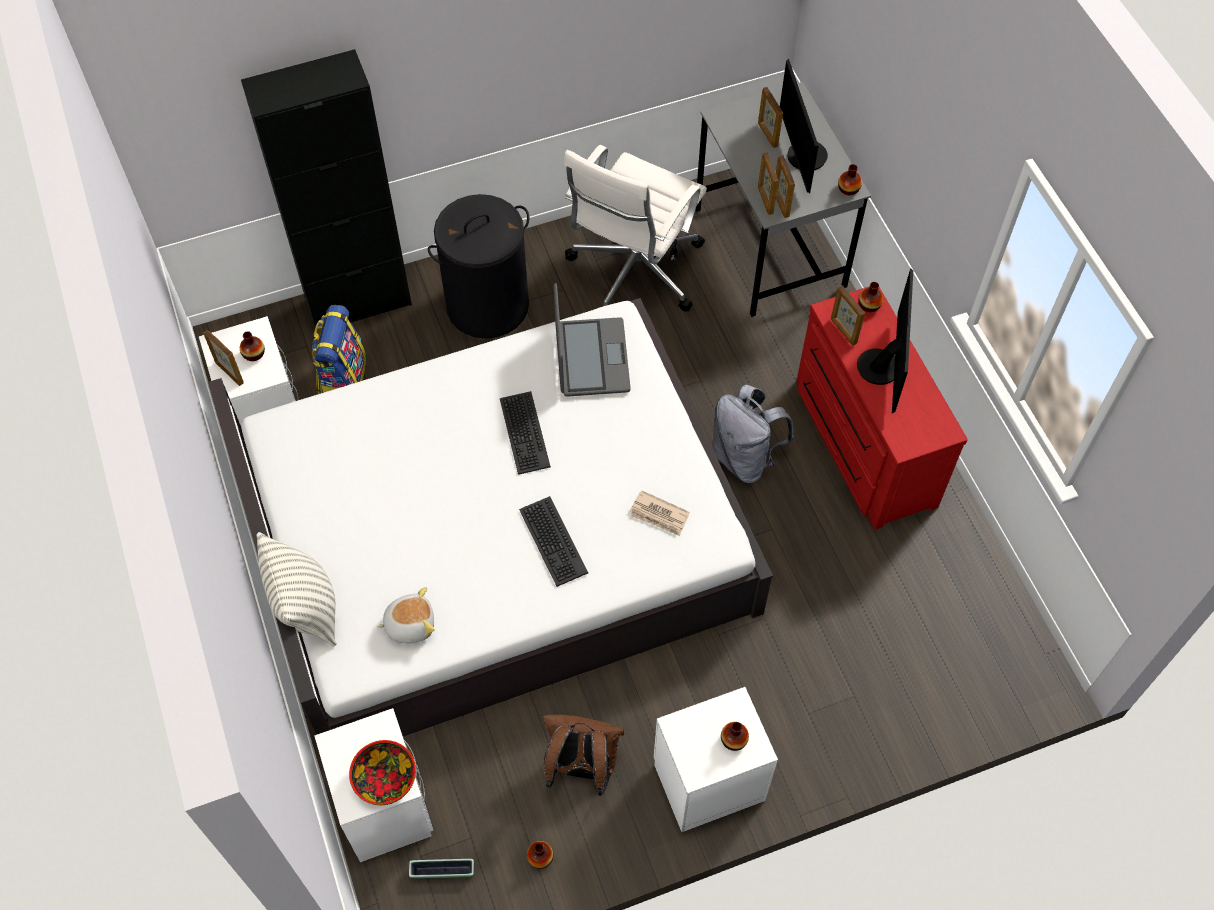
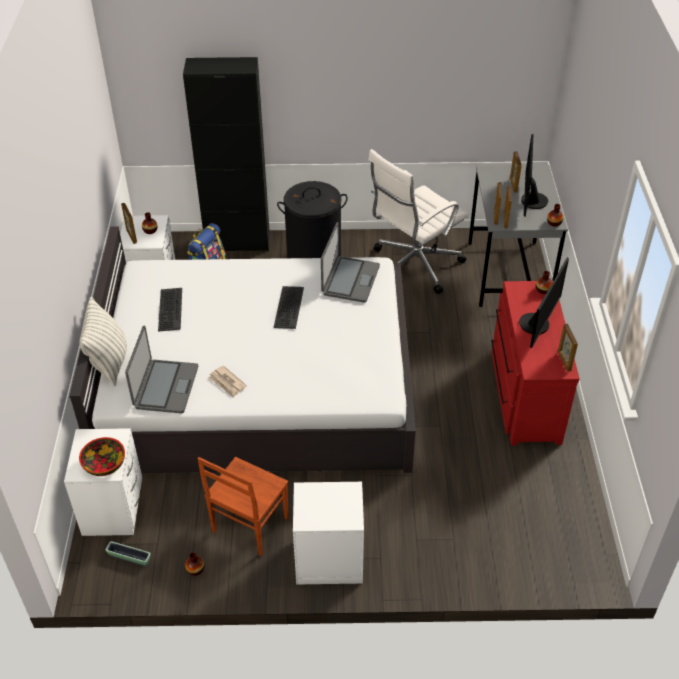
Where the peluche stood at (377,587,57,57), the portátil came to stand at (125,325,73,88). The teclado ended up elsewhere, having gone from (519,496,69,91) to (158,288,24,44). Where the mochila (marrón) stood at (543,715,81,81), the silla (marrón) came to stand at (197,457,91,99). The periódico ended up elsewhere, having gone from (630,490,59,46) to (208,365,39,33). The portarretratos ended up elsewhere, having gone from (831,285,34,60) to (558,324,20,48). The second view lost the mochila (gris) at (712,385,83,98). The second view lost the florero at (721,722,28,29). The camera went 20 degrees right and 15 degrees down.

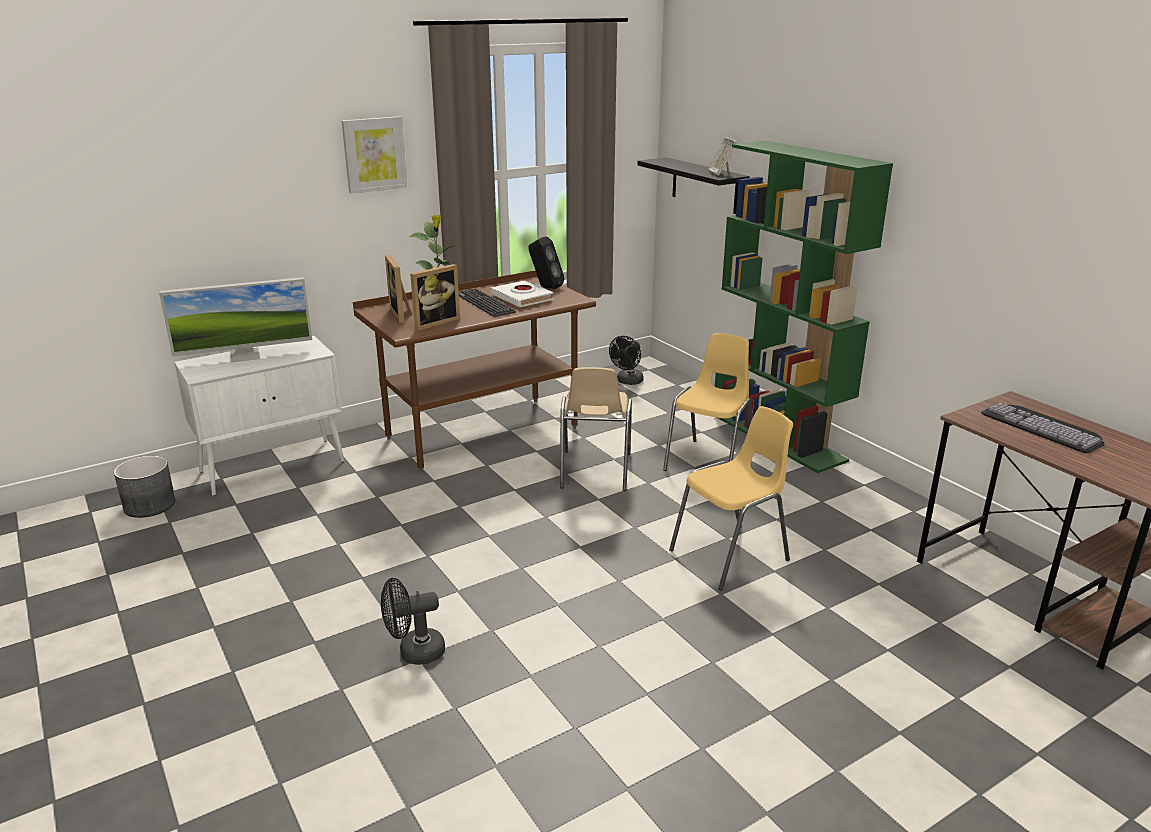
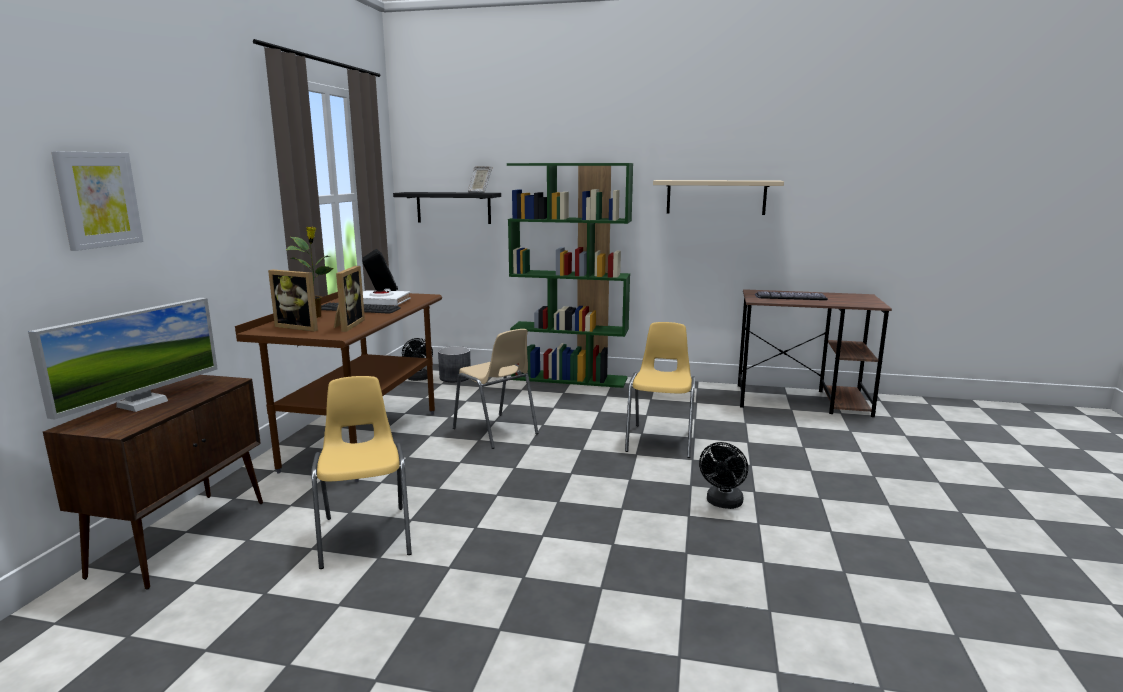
What was the armario (blanco) at (174,336,171,160) turned into the armario (marrón) at (43,375,220,215). The cuadro ended up elsewhere, having gone from (342,116,65,78) to (51,151,93,100). The silla (amarillo) ended up elsewhere, having gone from (663,333,88,138) to (311,376,101,193). The maceta (gris) ended up elsewhere, having gone from (114,456,62,62) to (438,346,33,36). The second view gained the estante (beis) at (653,180,131,35). The ventilador (negro) ended up elsewhere, having gone from (381,578,64,87) to (699,442,49,67). The camera went 45 degrees left and 10 degrees down.

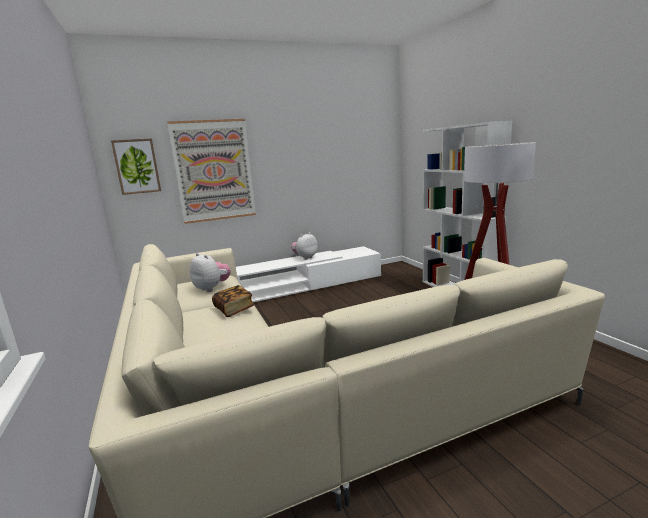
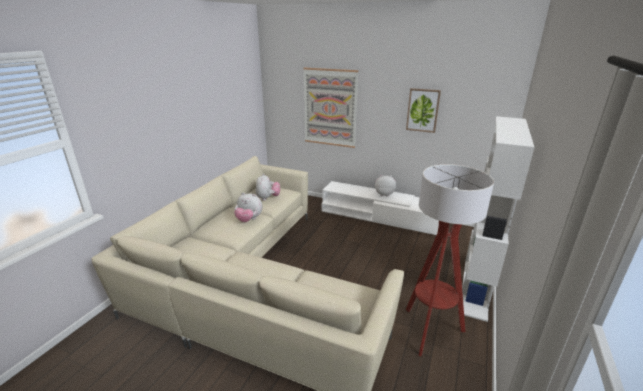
Where the libro stood at (212,285,43,32), the peluche came to stand at (234,193,28,29). The cuadro ended up elsewhere, having gone from (111,138,50,57) to (406,88,35,45). The camera went 45 degrees right and 10 degrees up.

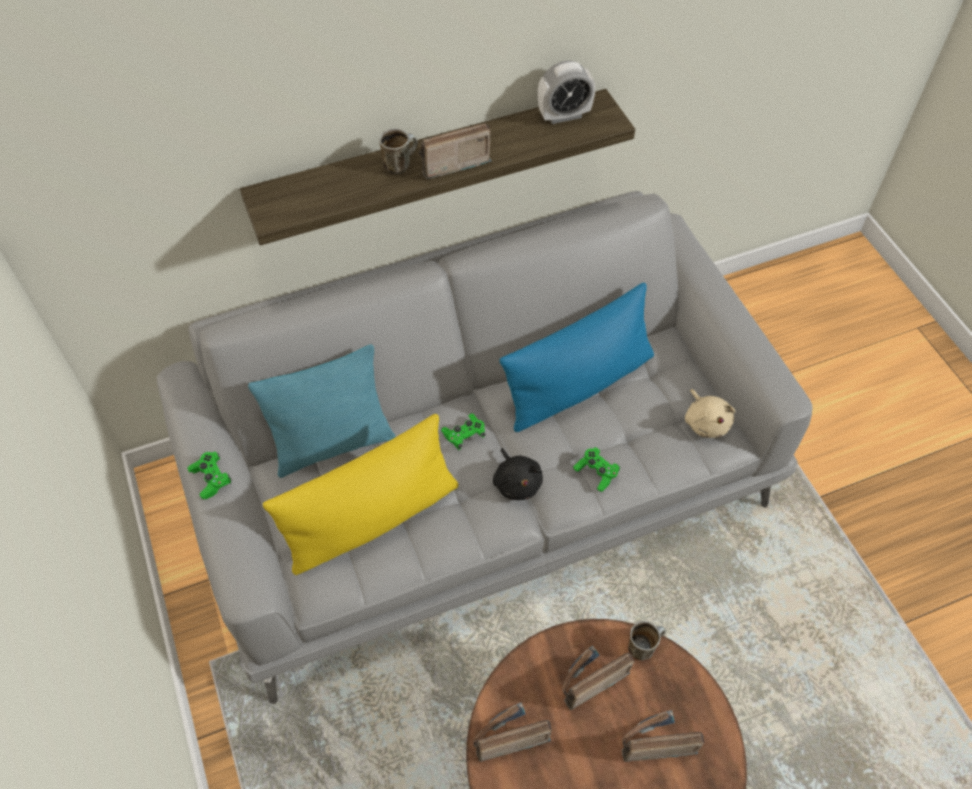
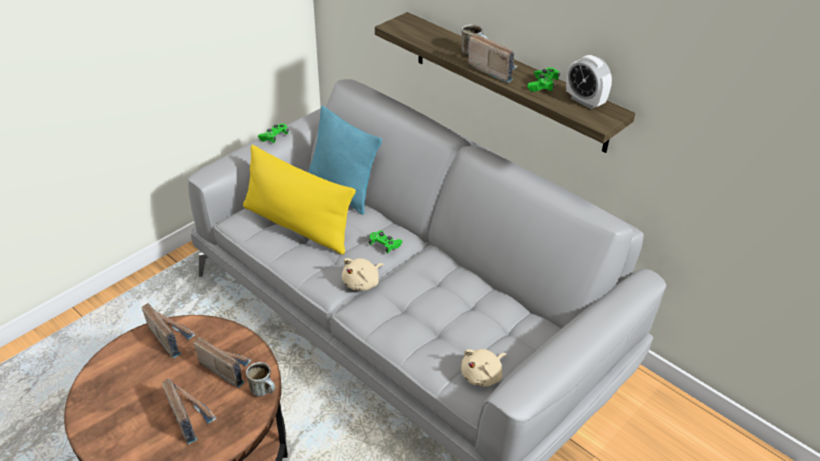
What was the peluche (negro) at (493,448,50,52) turned into the peluche (beis) at (342,258,42,33). The mando de consola (verde) ended up elsewhere, having gone from (573,447,47,45) to (527,67,33,25). The second view lost the cojín (azul) at (499,283,155,149). The camera went 65 degrees right and 15 degrees down.

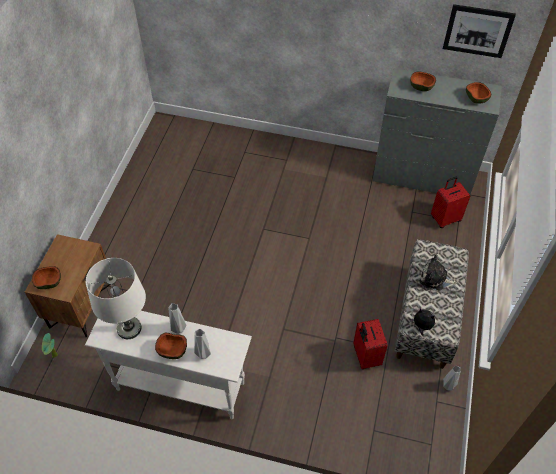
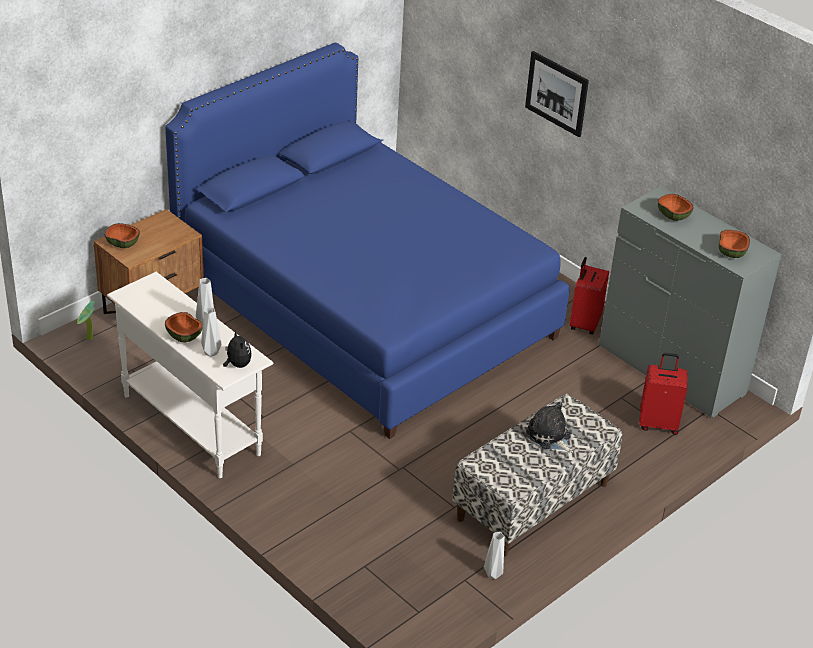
The second view gained the cama (azul) at (165,43,405,396). The peluche ended up elsewhere, having gone from (410,308,25,28) to (223,331,29,37). The cuadro ended up elsewhere, having gone from (443,4,73,54) to (525,51,64,86). The maleta (rojo) ended up elsewhere, having gone from (353,319,35,50) to (570,257,39,78). The second view lost the lámpara de mesa (blanco) at (86,258,60,81). The camera went 30 degrees right and 15 degrees down.

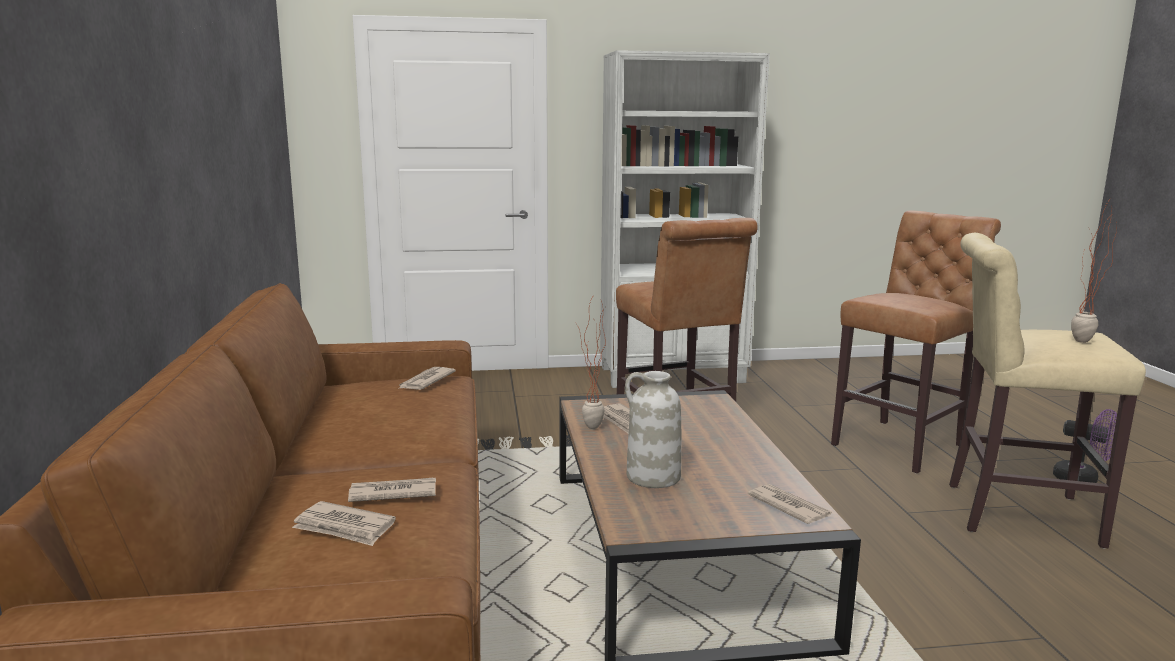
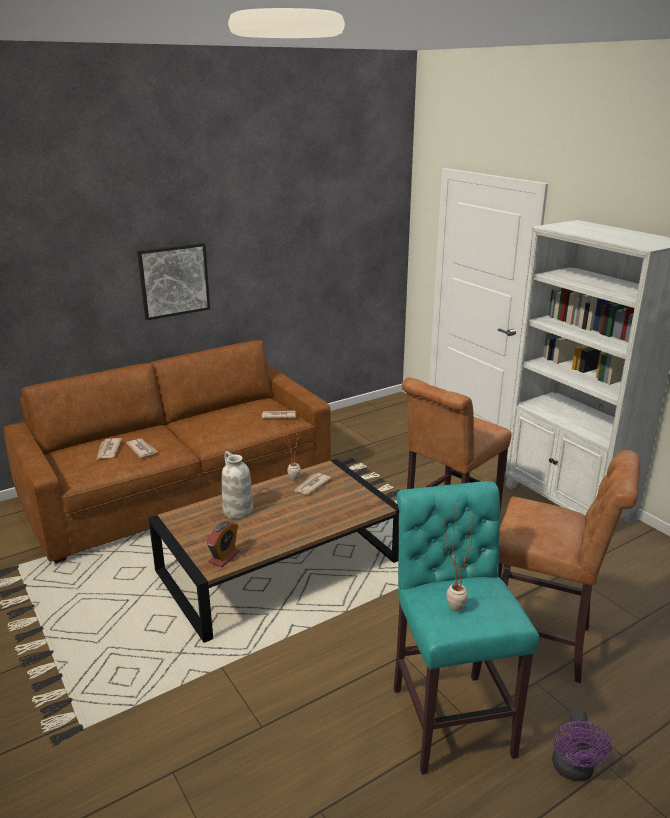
The second view gained the cuadro at (137,243,73,77). Where the periódico stood at (748,484,83,40), the despertador came to stand at (207,521,33,46). What was the taburete (beis) at (949,233,197,316) turned into the taburete (turquesa) at (394,481,145,294). The camera went 65 degrees right and 10 degrees up.

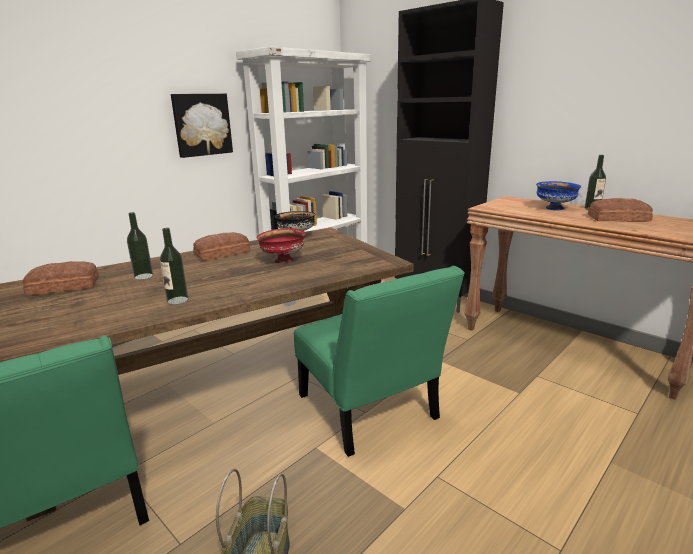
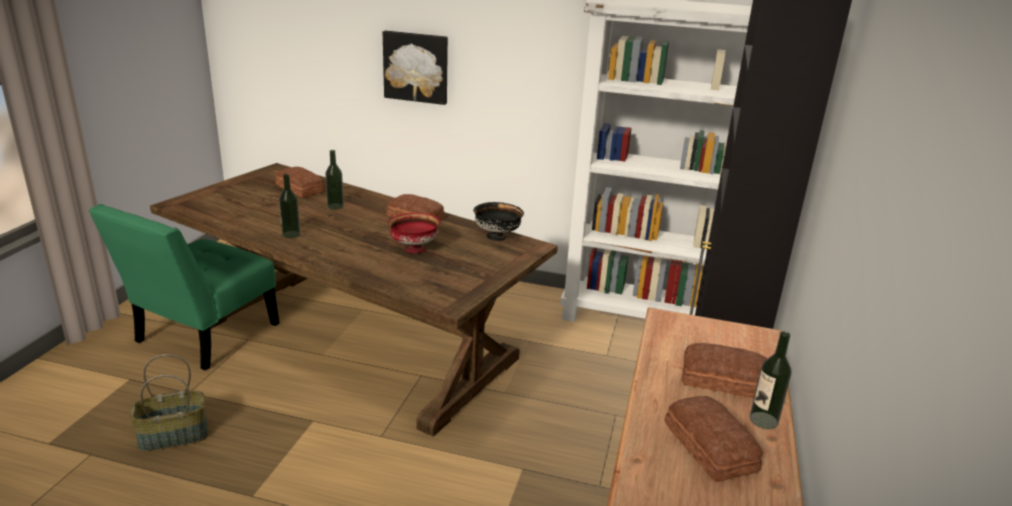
The cuadro ended up elsewhere, having gone from (171,94,62,64) to (383,31,65,74). Where the cuenco (azul) stood at (536,181,45,29), the pan came to stand at (682,343,86,55). The second view lost the silla (verde) at (294,266,171,191). The camera went 60 degrees right and 5 degrees up.

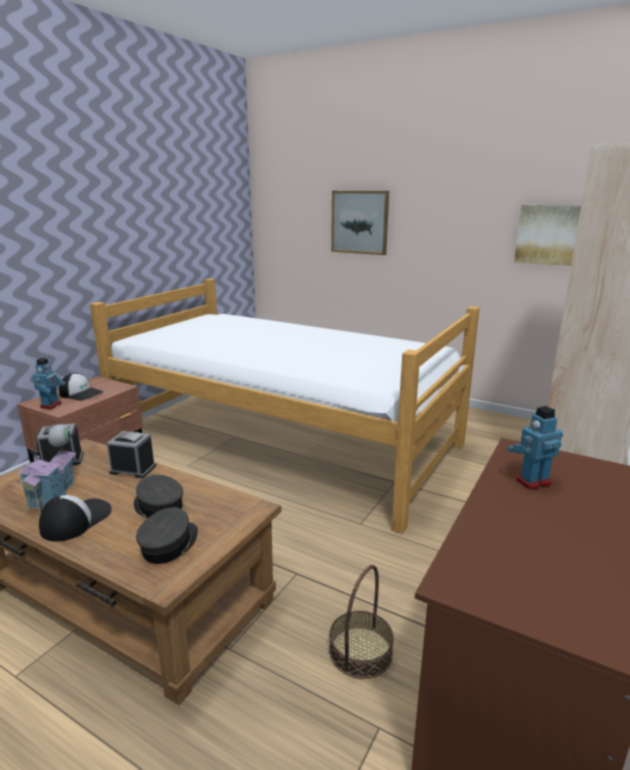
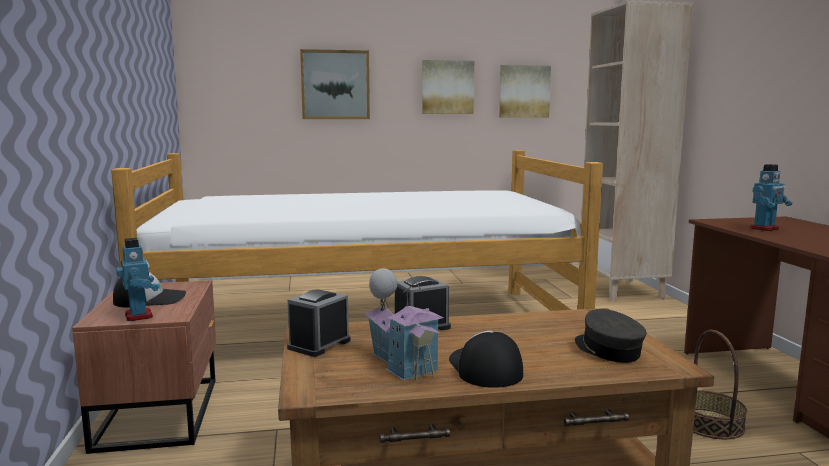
The second view gained the cuadro at (422,60,52,54). The robot de juguete at (508,406,55,84) ended up facing another way, 150 degrees counterclockwise from before. The second view lost the gorra (gris) at (134,475,49,43). The camera went 40 degrees left and 10 degrees down.

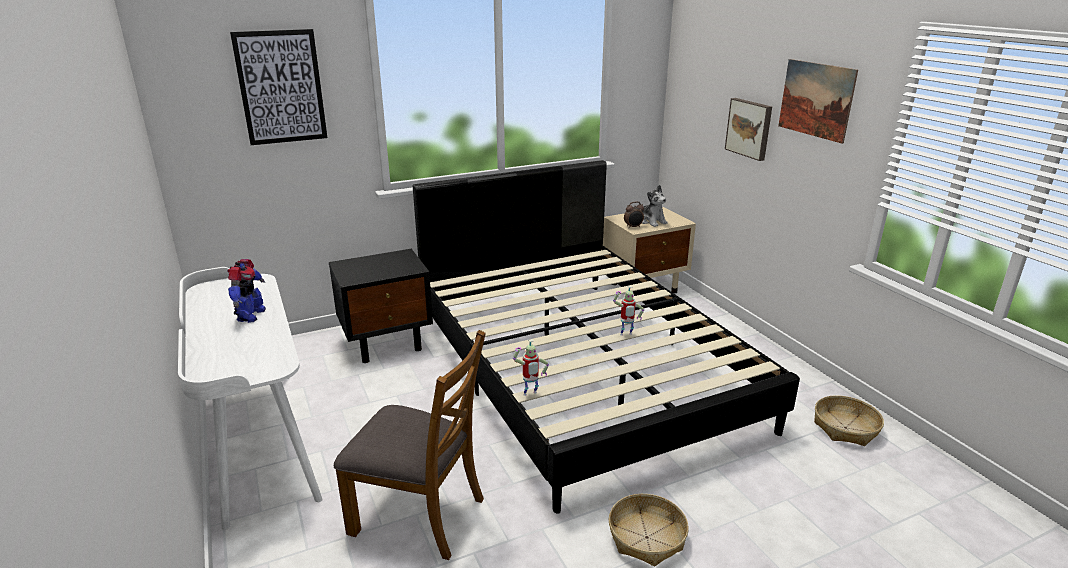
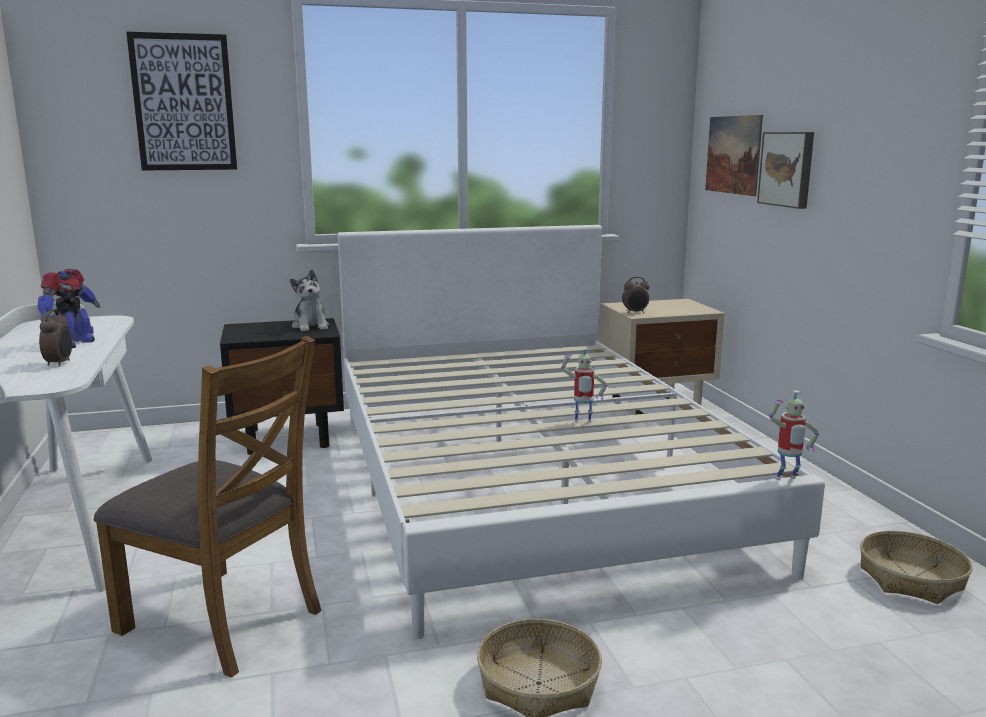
The second view gained the despertador at (39,309,33,58). The peluche ended up elsewhere, having gone from (639,185,29,42) to (290,270,39,62). What was the cama (negro) at (413,160,387,354) turned into the cama (blanco) at (337,225,488,414). The cuadro ended up elsewhere, having gone from (778,59,80,85) to (705,115,58,81). The robot de juguete ended up elsewhere, having gone from (513,339,36,57) to (769,390,50,90). The camera went 10 degrees right and 10 degrees down.

